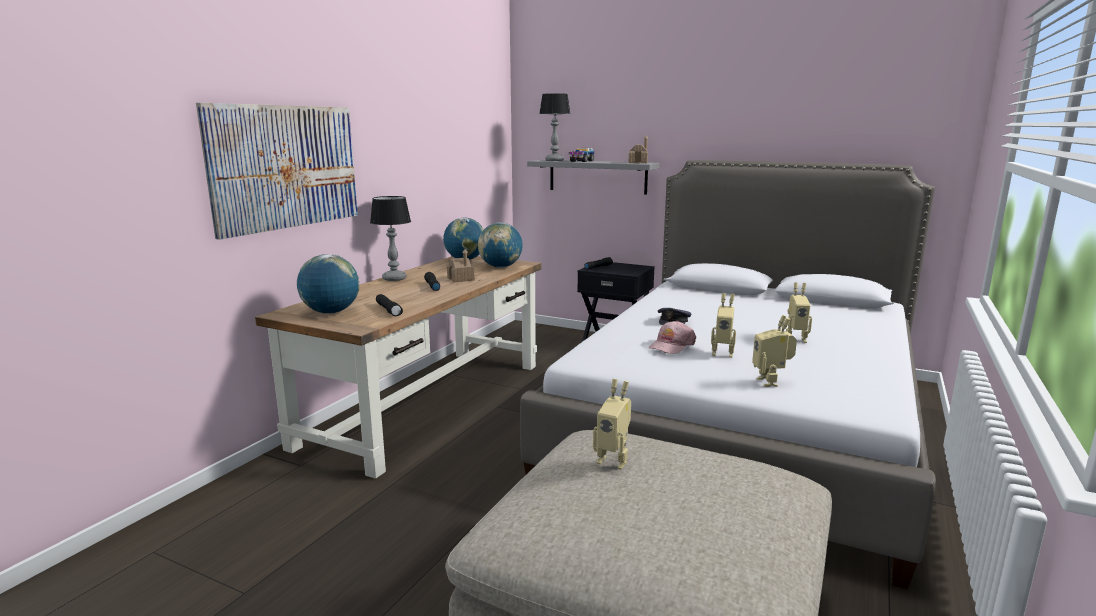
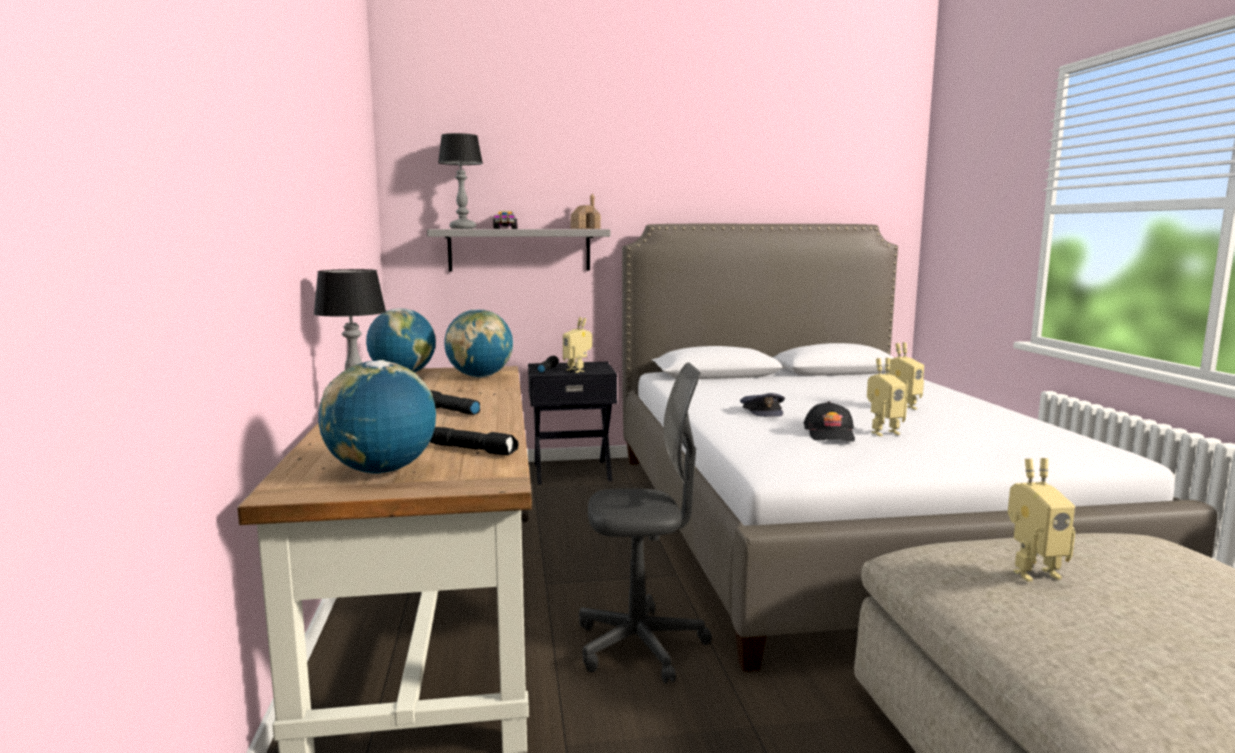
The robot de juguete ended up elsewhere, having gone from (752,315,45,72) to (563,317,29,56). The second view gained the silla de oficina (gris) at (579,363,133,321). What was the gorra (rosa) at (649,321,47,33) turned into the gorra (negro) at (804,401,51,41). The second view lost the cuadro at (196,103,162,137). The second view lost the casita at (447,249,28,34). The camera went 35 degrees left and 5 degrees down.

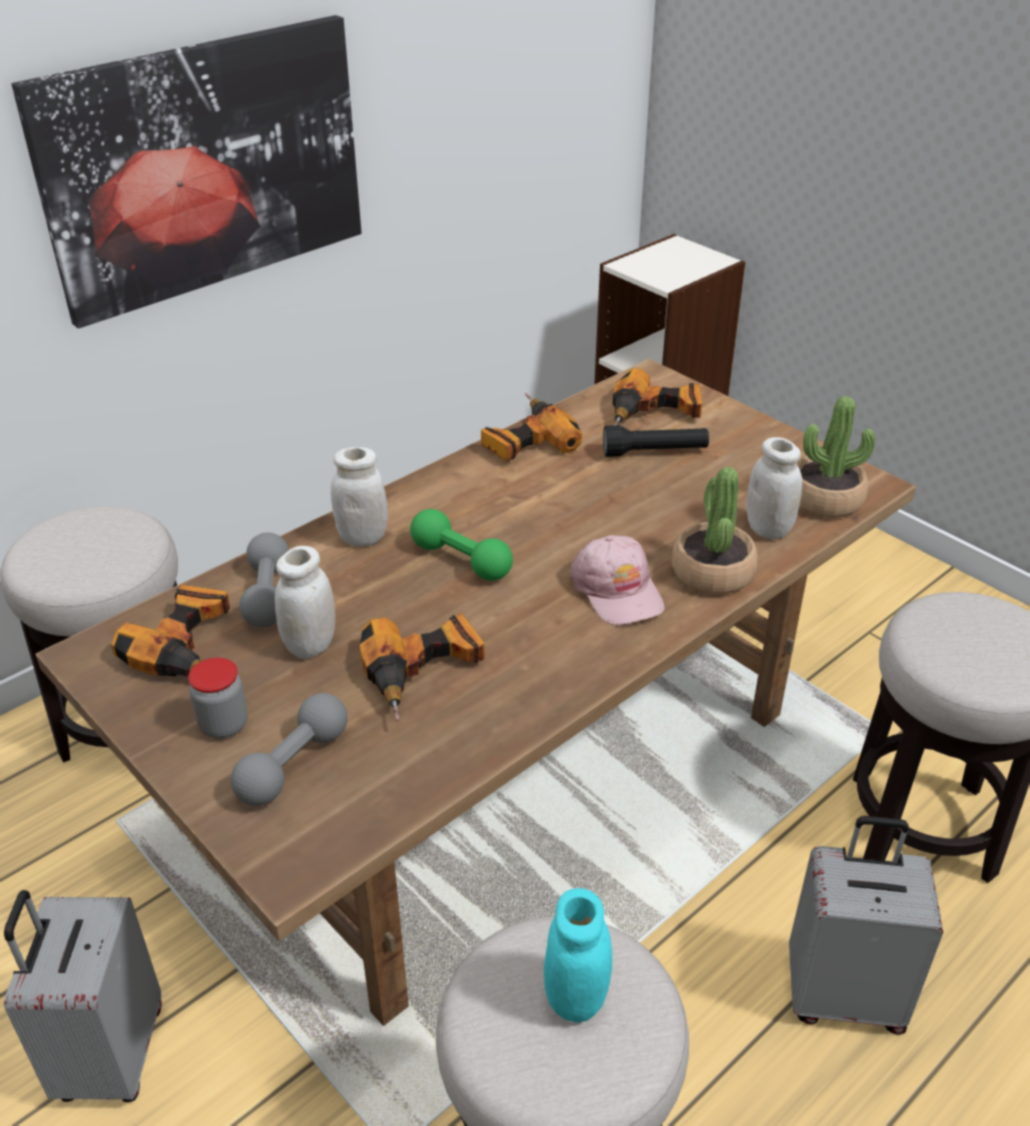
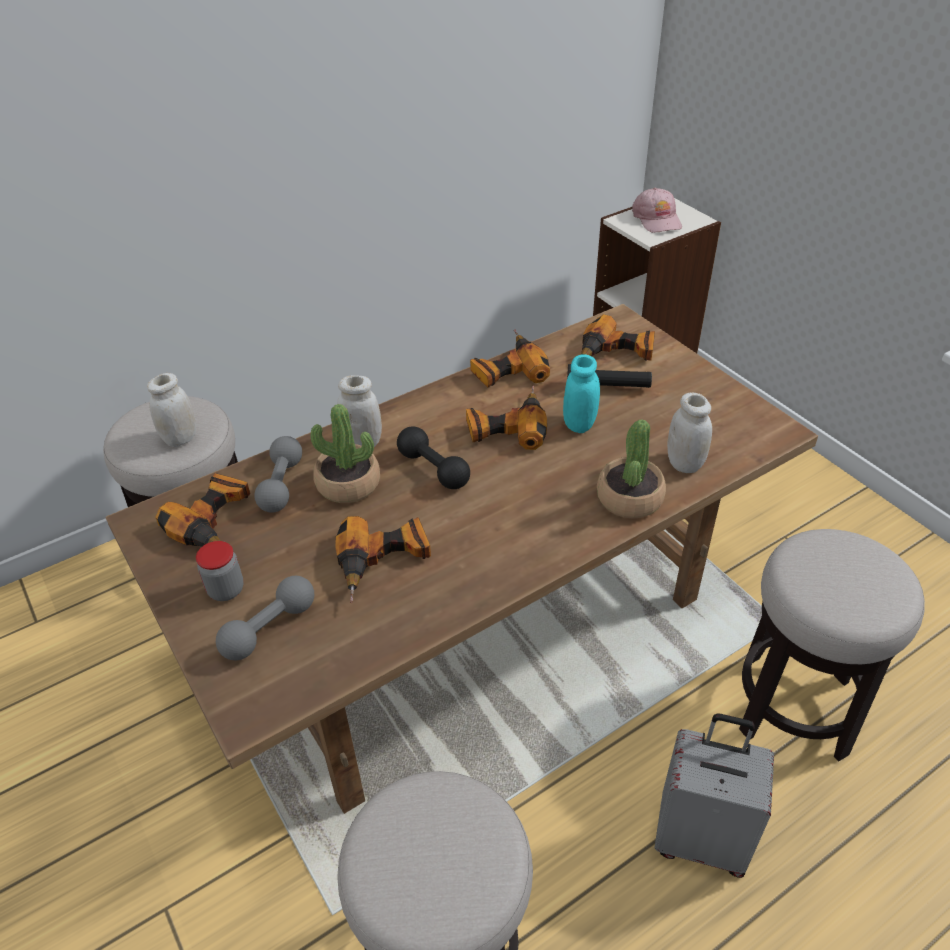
The tarro (blanco) ended up elsewhere, having gone from (275,546,60,113) to (147,373,49,74). The planta en maceta ended up elsewhere, having gone from (797,396,78,122) to (311,404,69,99). What was the mancuerna (verde) at (410,509,103,72) turned into the mancuerna (negro) at (397,426,73,63). The second view gained the taladro at (466,386,81,64). The tarro (turquesa) ended up elsewhere, having gone from (544,888,68,135) to (563,354,37,79). The gorra (rosa) ended up elsewhere, having gone from (570,535,95,90) to (632,188,50,45). The second view lost the maleta (gris) at (4,890,158,212). The second view lost the cuadro at (11,15,351,313). The camera went 10 degrees right and 5 degrees up.

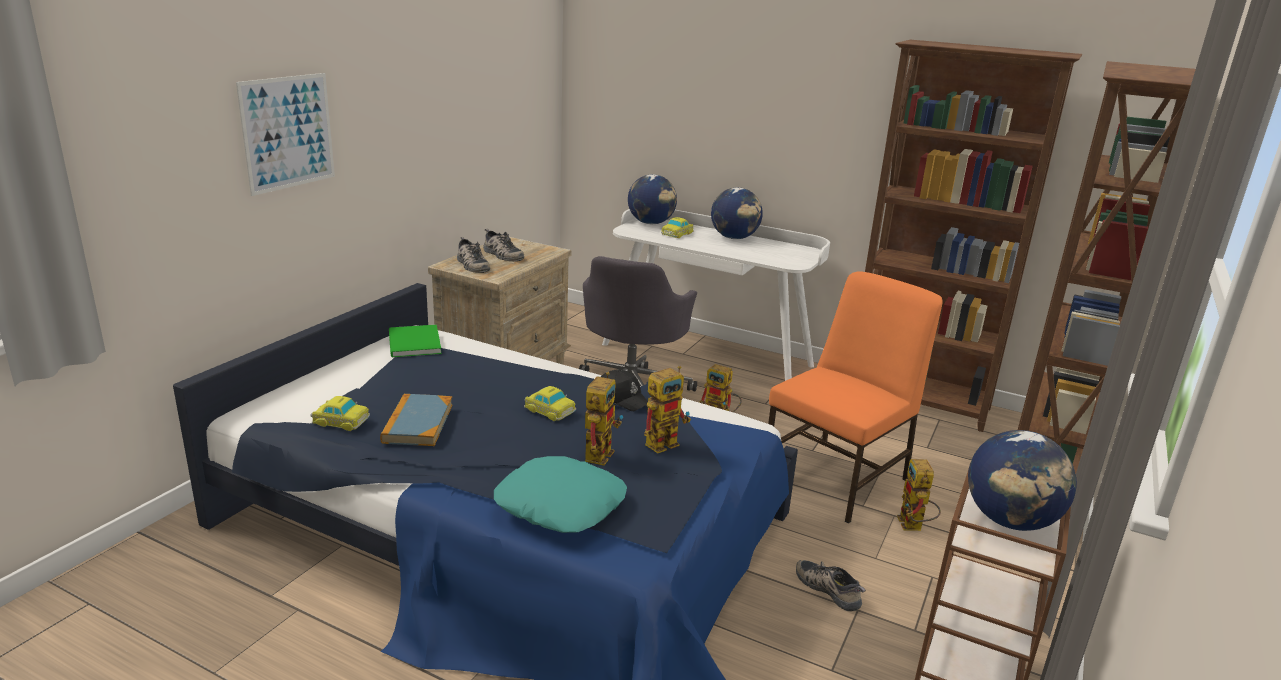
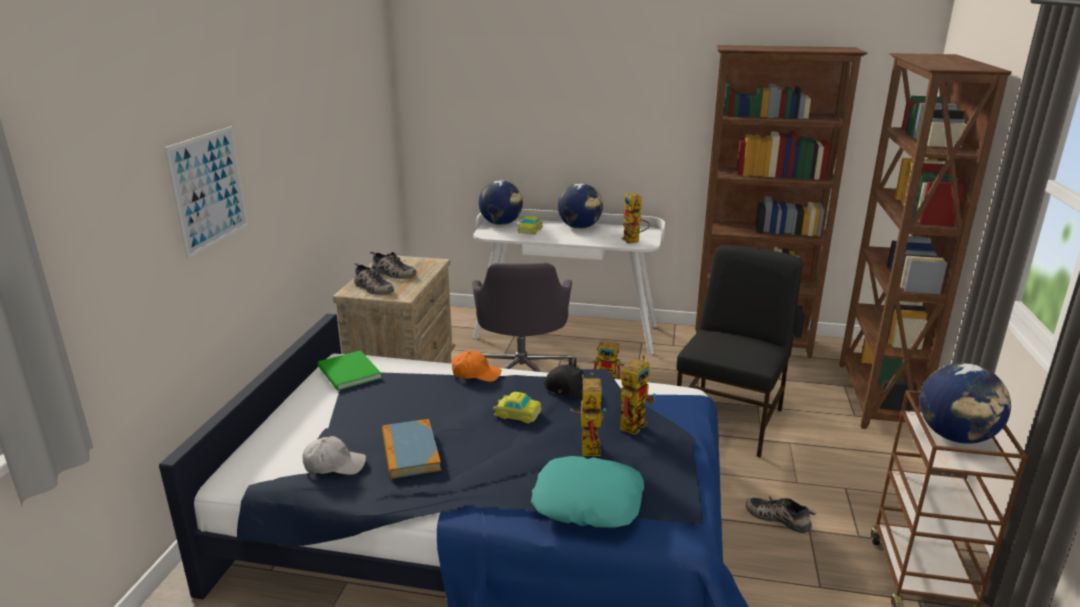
Where the coche de juguete stood at (311,396,59,35), the gorra (blanco) came to stand at (303,436,63,39). The second view gained the gorra (naranja) at (452,351,49,31). The robot de juguete ended up elsewhere, having gone from (897,459,44,72) to (622,193,28,51). What was the silla (naranja) at (768,271,175,252) turned into the silla (negro) at (676,245,127,212). The camera went 15 degrees left and 0 degrees up.

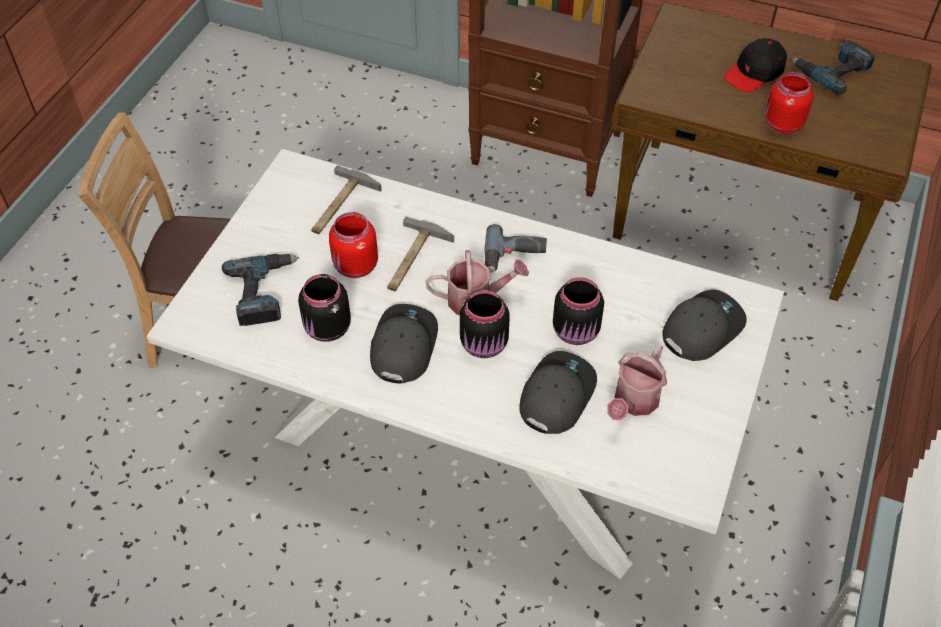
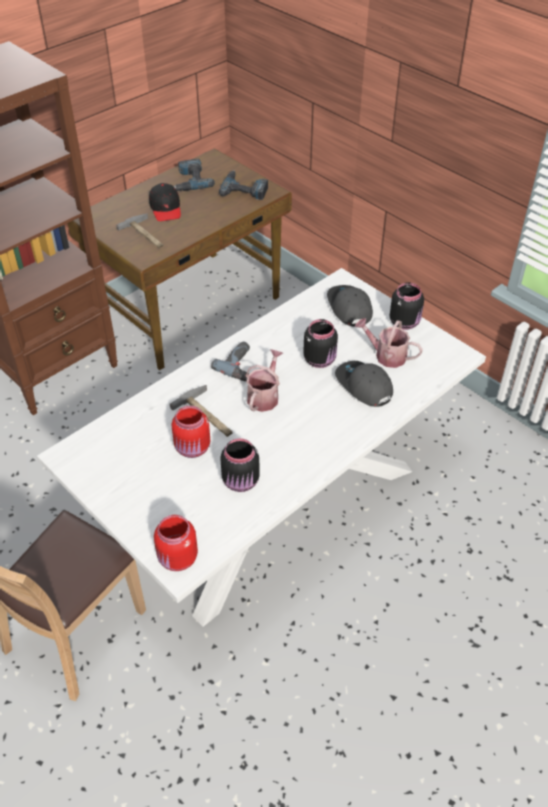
The martillo ended up elsewhere, having gone from (311,166,71,68) to (116,213,47,35). The tarro (rojo) ended up elsewhere, having gone from (765,72,48,62) to (154,515,44,56). The taladro ended up elsewhere, having gone from (222,254,77,72) to (219,170,49,30). The regadera at (607,345,60,75) ended up facing another way, 150 degrees clockwise from before. The tarro (negro) ended up elsewhere, having gone from (460,290,49,68) to (390,282,34,48). The second view lost the gorra (gris) at (370,304,68,79). The camera went 65 degrees left and 5 degrees down.

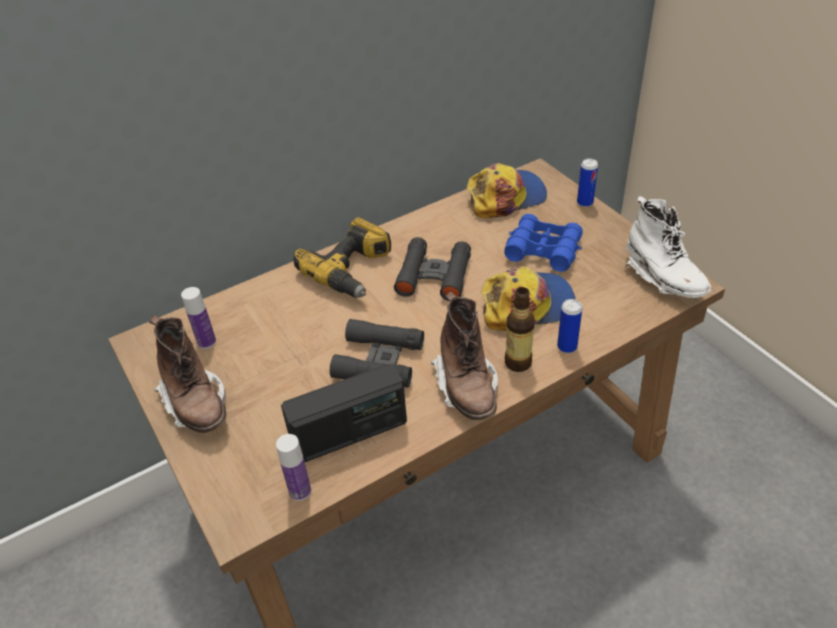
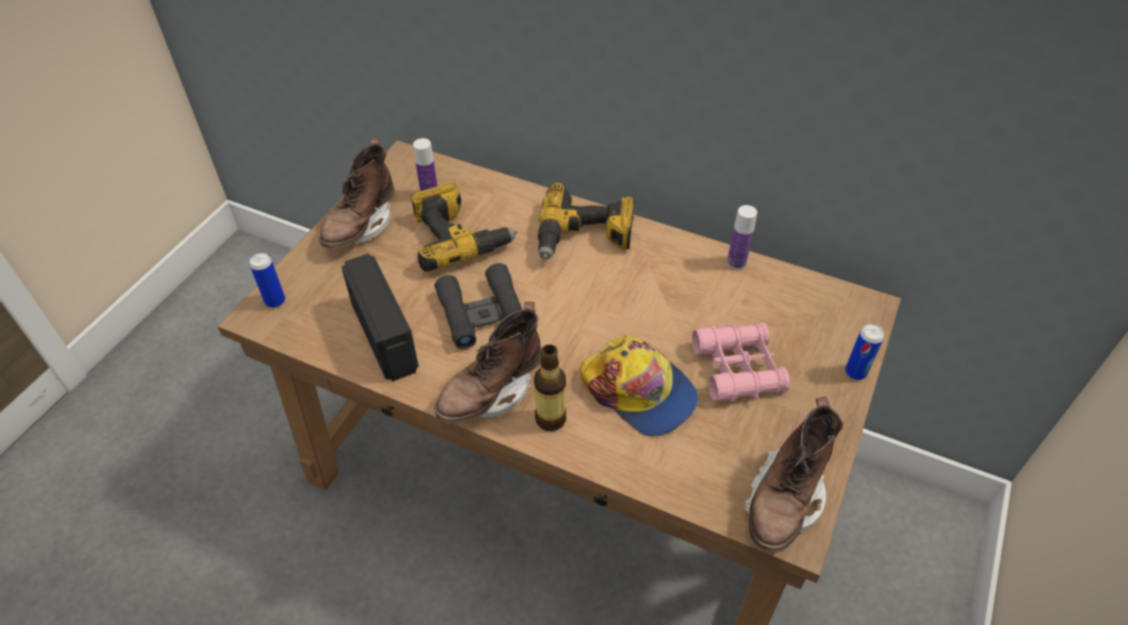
The lata ended up elsewhere, having gone from (557,299,25,54) to (250,253,35,55). The radio at (281,364,126,98) ended up facing another way, 150 degrees counterclockwise from before. The second view gained the taladro at (411,183,106,89). What was the prismáticos (azul) at (504,214,79,58) turned into the prismáticos (rosa) at (692,323,98,78). The botella ended up elsewhere, having gone from (276,434,35,67) to (727,205,30,64). What was the bota (blanco) at (624,196,87,102) turned into the bota (marrón) at (744,397,99,156). The second view lost the prismáticos (negro) at (394,237,77,64). The second view lost the gorra at (467,163,80,55). The camera went 55 degrees right and 5 degrees up.

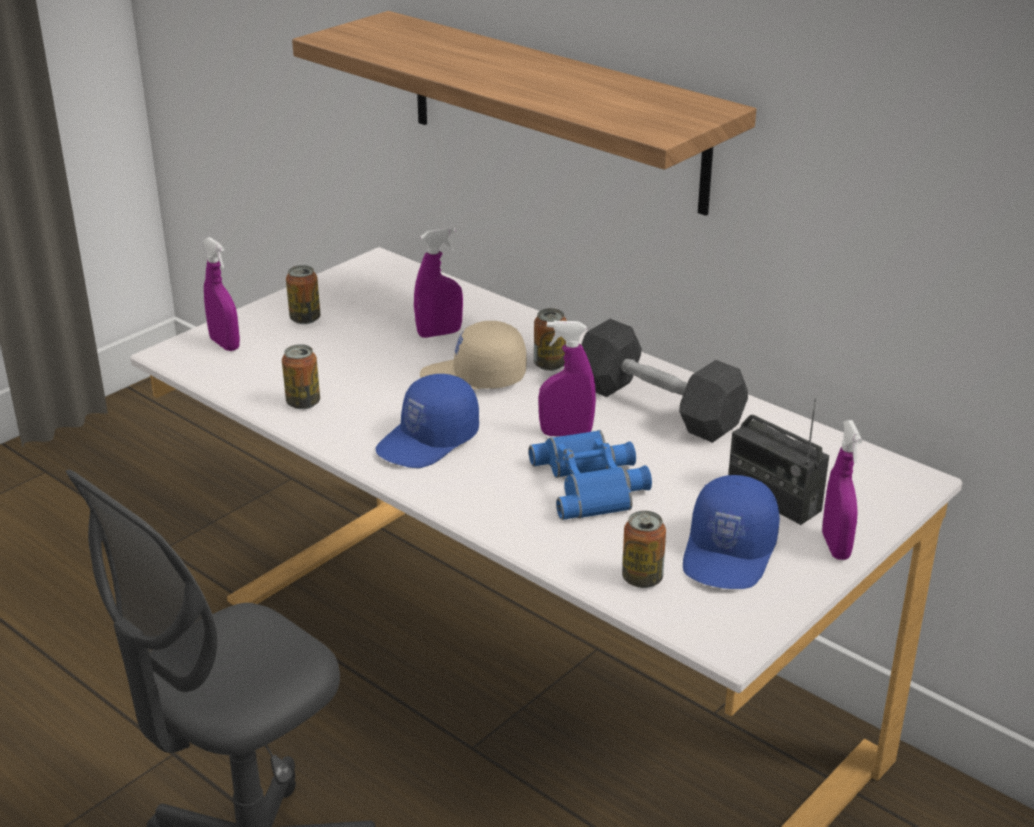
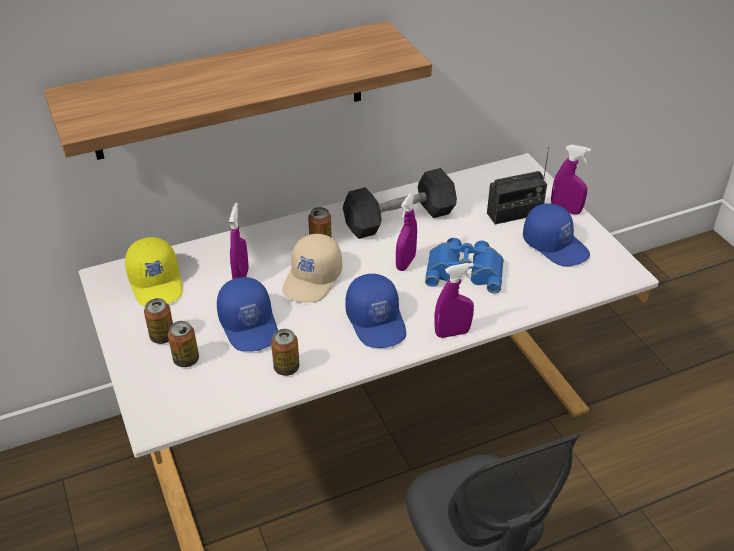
The second view gained the gorra (amarillo) at (125,237,58,69). The lata ended up elsewhere, having gone from (622,511,44,77) to (168,321,31,46). The second view gained the gorra (azul) at (217,277,61,75). The pulverizador (morado) ended up elsewhere, having gone from (203,237,37,114) to (434,263,40,75). The camera went 65 degrees left and 10 degrees up.

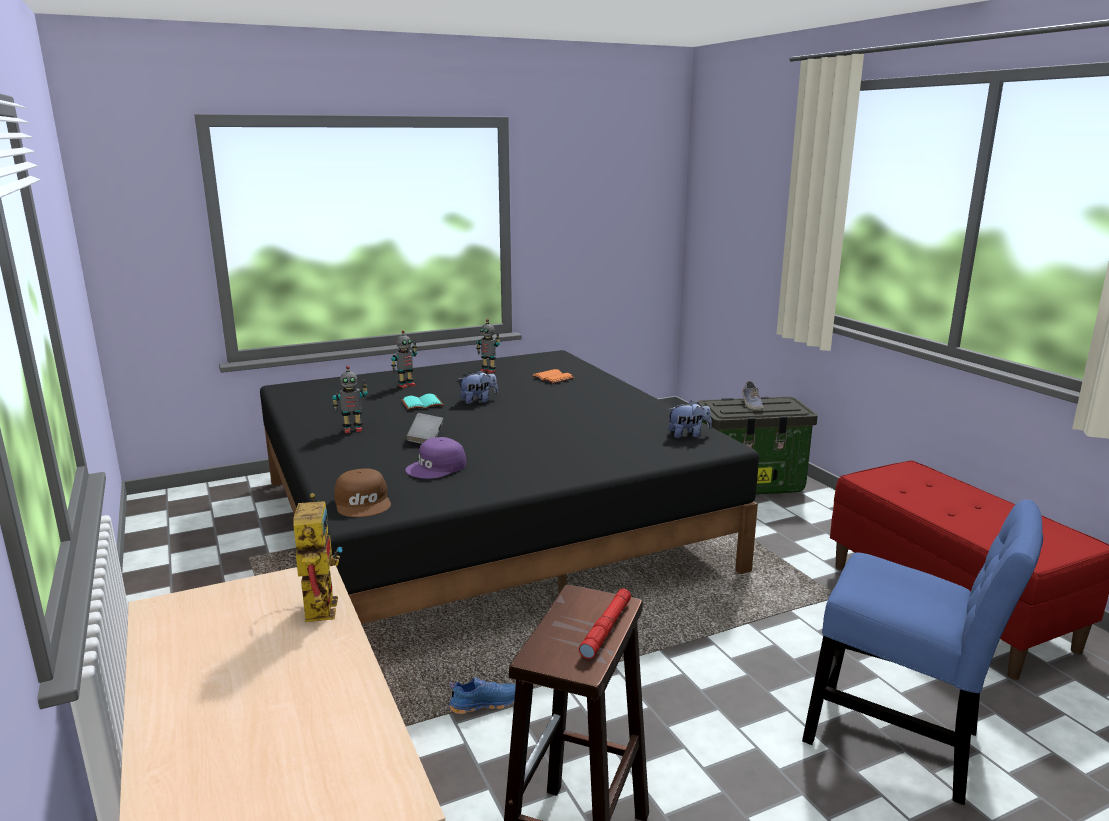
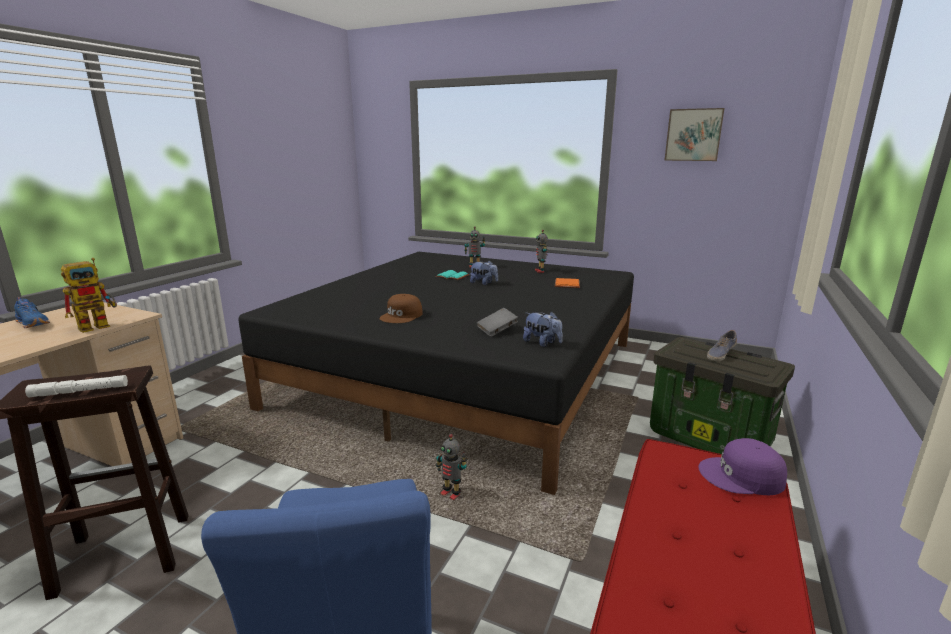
The zapato (azul) ended up elsewhere, having gone from (449,677,67,37) to (14,297,36,31). What was the linterna (rojo) at (579,589,52,70) turned into the linterna (blanco) at (25,375,103,23). The gorra (marrón) ended up elsewhere, having gone from (334,468,57,49) to (380,294,43,29). The robot de juguete ended up elsewhere, having gone from (332,366,36,67) to (436,434,31,66). The libro (gris) ended up elsewhere, having gone from (406,413,37,31) to (477,308,41,29). The second view gained the cuadro at (664,108,60,53). The gorra (morado) ended up elsewhere, having gone from (405,437,61,42) to (699,438,88,57). The camera went 50 degrees right and 0 degrees up.

